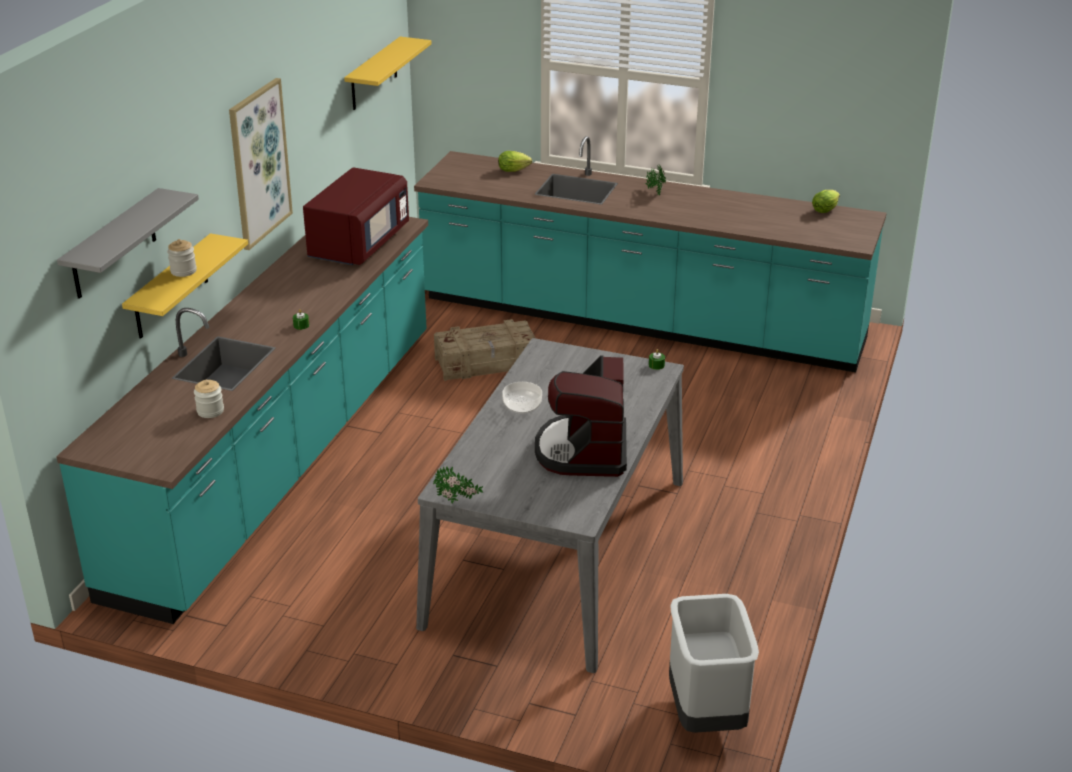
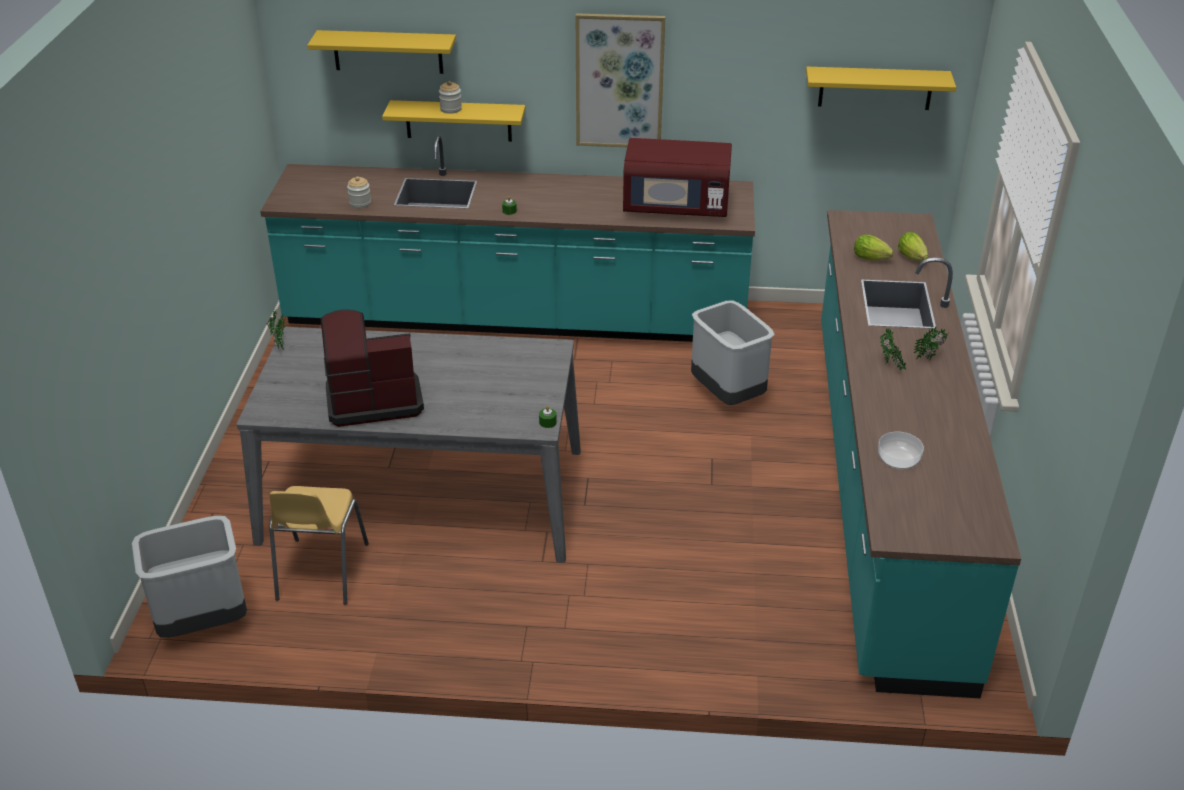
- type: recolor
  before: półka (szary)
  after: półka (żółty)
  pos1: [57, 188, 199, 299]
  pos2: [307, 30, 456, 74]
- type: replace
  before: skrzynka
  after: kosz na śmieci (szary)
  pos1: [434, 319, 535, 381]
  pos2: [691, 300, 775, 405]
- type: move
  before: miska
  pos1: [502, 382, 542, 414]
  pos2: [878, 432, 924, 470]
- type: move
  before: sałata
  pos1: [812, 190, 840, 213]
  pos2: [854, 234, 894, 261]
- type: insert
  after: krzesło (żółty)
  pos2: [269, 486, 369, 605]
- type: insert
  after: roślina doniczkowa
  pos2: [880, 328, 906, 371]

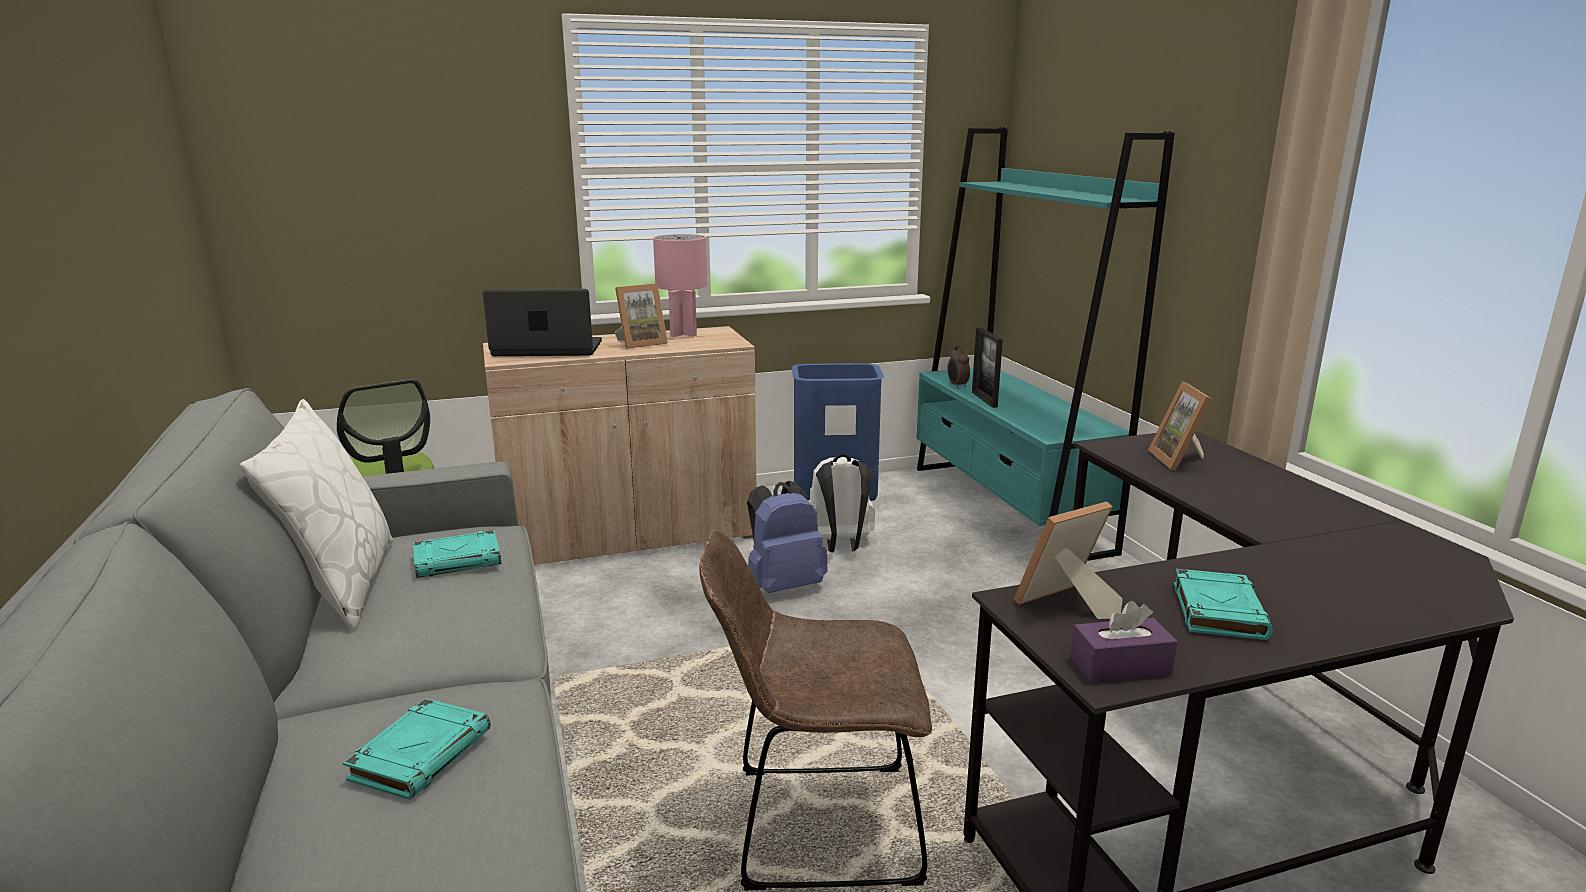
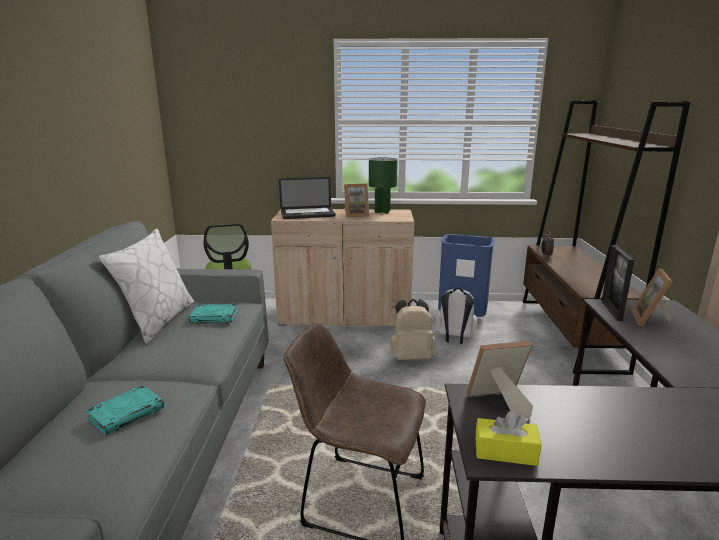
- type: rotate
  before: laptop
  pos1: [483, 289, 602, 356]
  pos2: [279, 177, 336, 219]
  turn: 150
- type: recolor
  before: lampa stołowa (różowy)
  after: lampa stołowa (zielony)
  pos1: [653, 234, 707, 337]
  pos2: [369, 158, 398, 214]
- type: recolor
  before: plecak (niebieski)
  after: plecak (beżowy)
  pos1: [747, 481, 828, 593]
  pos2: [391, 299, 436, 360]
- type: recolor
  before: regał (turkusowy)
  after: regał (brązowy)
  pos1: [917, 128, 1175, 561]
  pos2: [523, 100, 690, 375]
- type: move
  before: ramka na zdjęcie
  pos1: [972, 328, 1003, 408]
  pos2: [601, 245, 635, 321]
- type: recolor
  before: pudełko chusteczek (fioletowy)
  after: pudełko chusteczek (żółty)
  pos1: [1070, 601, 1178, 682]
  pos2: [476, 411, 542, 466]
- type: delete
  before: książka (turkusowy)
  pos1: [1174, 569, 1273, 640]

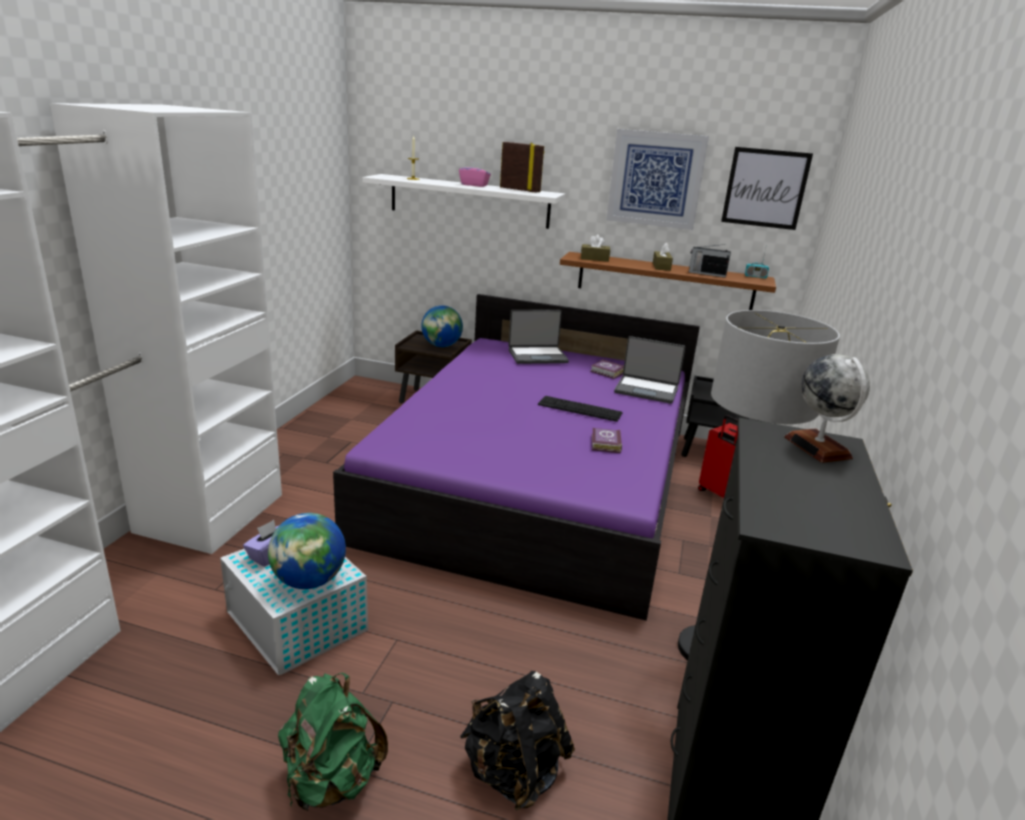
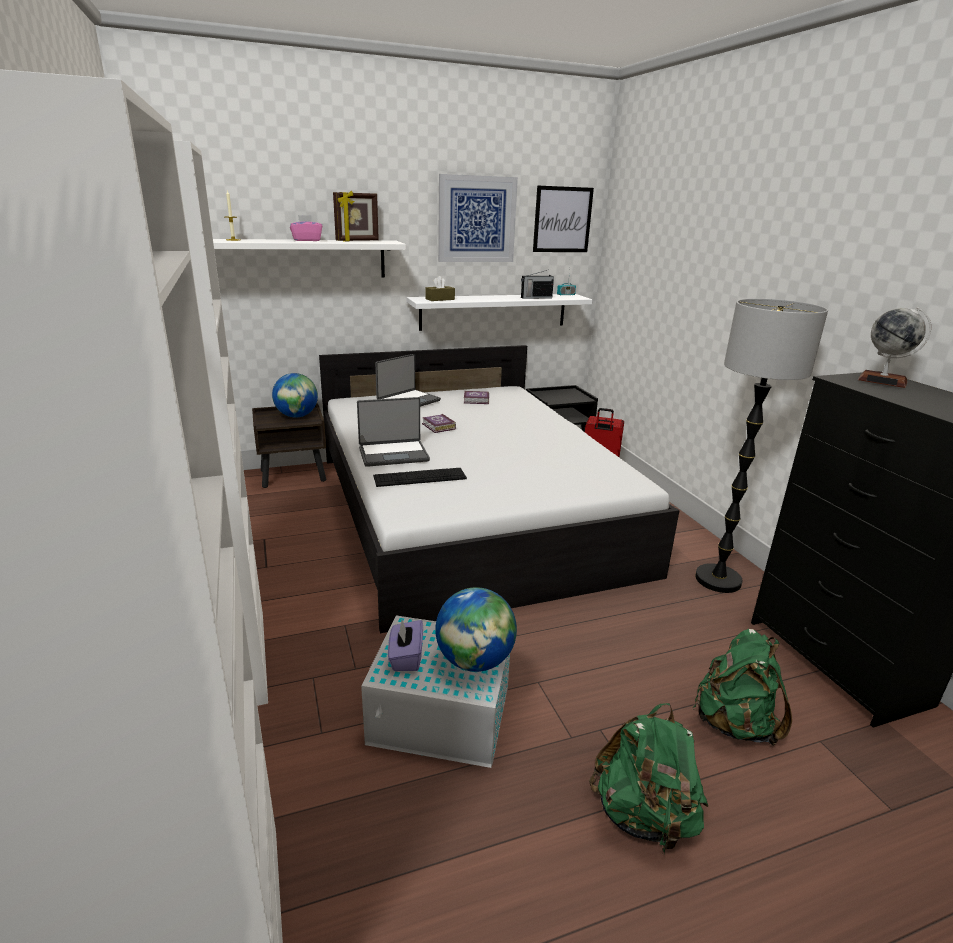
- type: recolor
  before: łóżko (fioletowy)
  after: łóżko (biały)
  pos1: [333, 294, 700, 621]
  pos2: [319, 345, 680, 633]
- type: recolor
  before: plecak (czarny)
  after: plecak (zielony)
  pos1: [460, 671, 575, 810]
  pos2: [694, 629, 792, 745]
- type: rotate
  before: ramka na zdjęcie
  pos1: [500, 142, 544, 193]
  pos2: [333, 191, 379, 241]
  turn: 150
- type: move
  before: klawiatura
  pos1: [538, 396, 623, 422]
  pos2: [373, 468, 467, 487]
- type: recolor
  before: półka (brązowy)
  after: półka (biały)
  pos1: [560, 252, 776, 310]
  pos2: [407, 294, 593, 331]
- type: move
  before: książka
  pos1: [592, 428, 622, 453]
  pos2: [422, 414, 456, 433]
- type: move
  before: laptop
  pos1: [614, 336, 685, 404]
  pos2: [357, 397, 430, 467]
- type: delete
  before: pudełko chusteczek (brązowy)
  pos1: [653, 242, 673, 271]

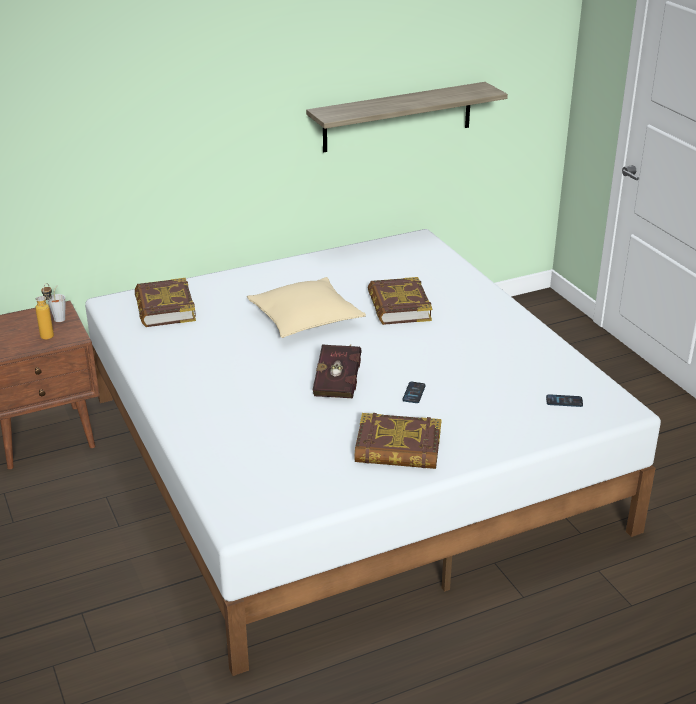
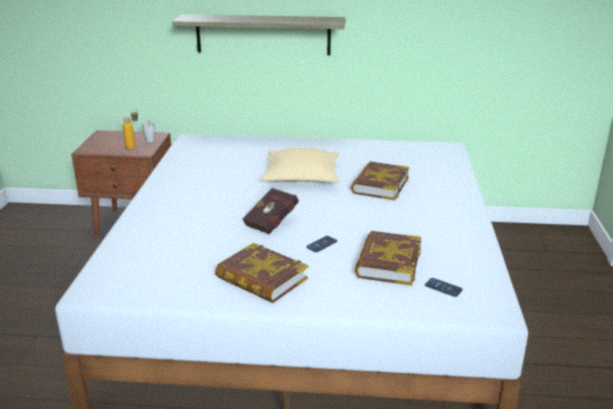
- type: move
  before: książka
  pos1: [135, 278, 196, 327]
  pos2: [355, 231, 421, 286]
- type: move
  before: półka
  pos1: [306, 82, 508, 152]
  pos2: [172, 14, 345, 55]

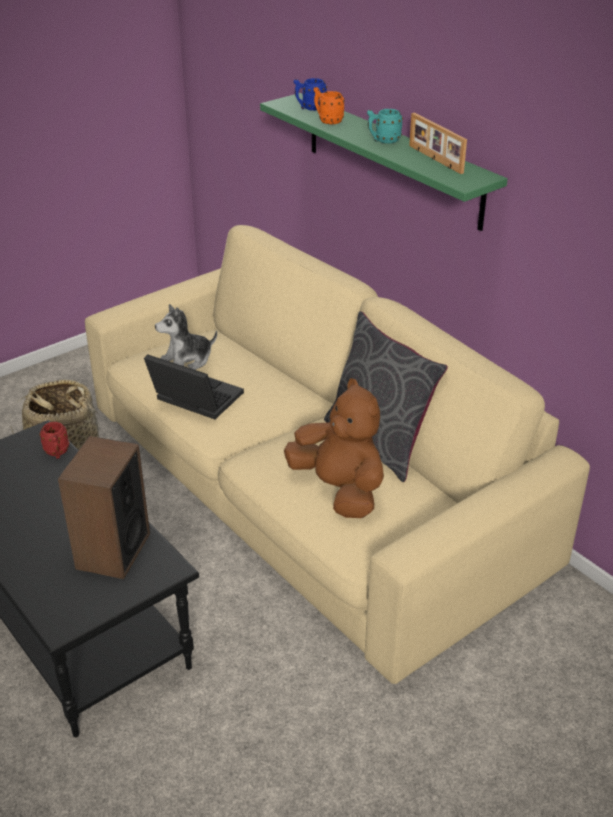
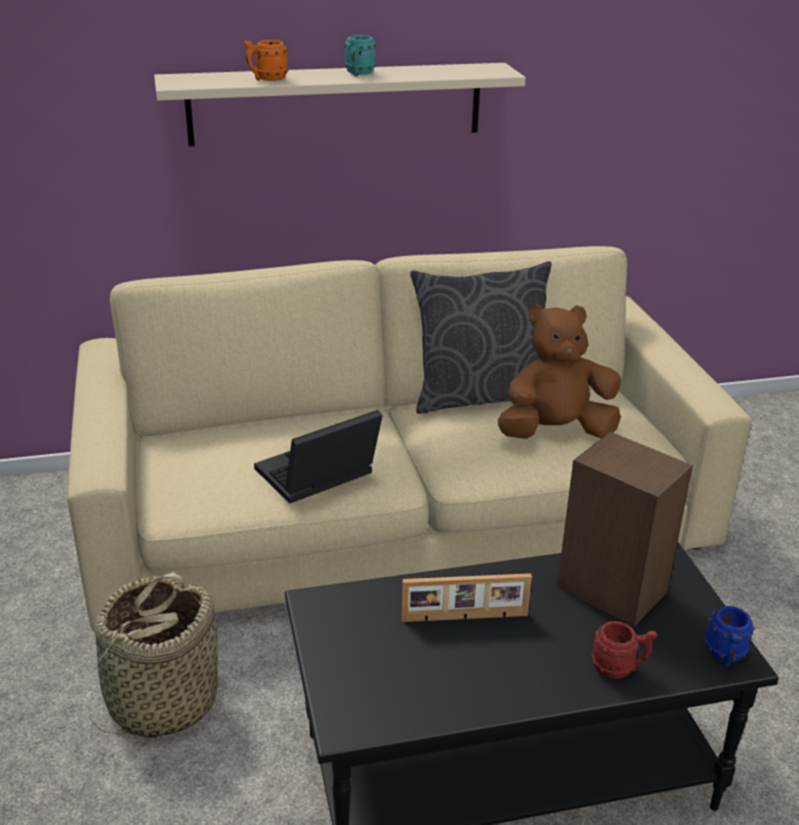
- type: move
  before: kubek (czerwony)
  pos1: [39, 422, 70, 459]
  pos2: [592, 621, 657, 679]
- type: delete
  before: pluszak
  pos1: [155, 304, 217, 370]
- type: recolor
  before: półka (zielony)
  after: półka (beżowy)
  pos1: [260, 93, 508, 231]
  pos2: [154, 63, 526, 146]
- type: move
  before: kubek (niebieski)
  pos1: [294, 78, 327, 111]
  pos2: [705, 606, 755, 667]
- type: move
  before: ramka na zdjęcie
  pos1: [409, 113, 467, 174]
  pos2: [402, 573, 532, 623]

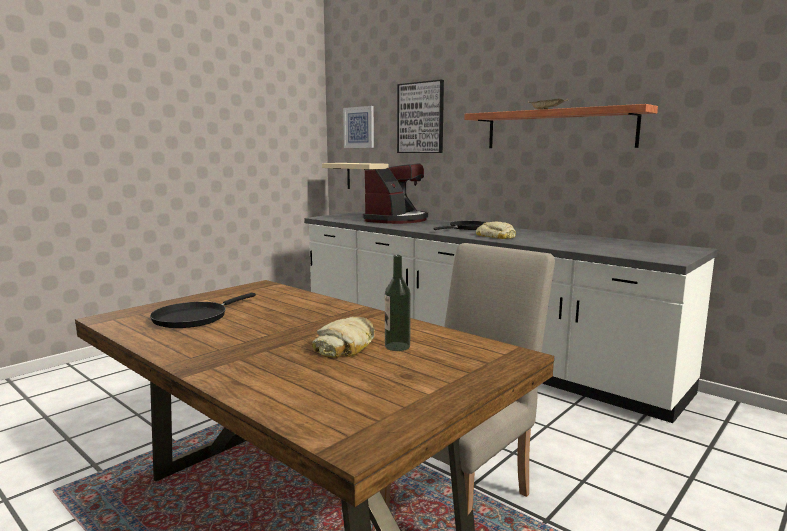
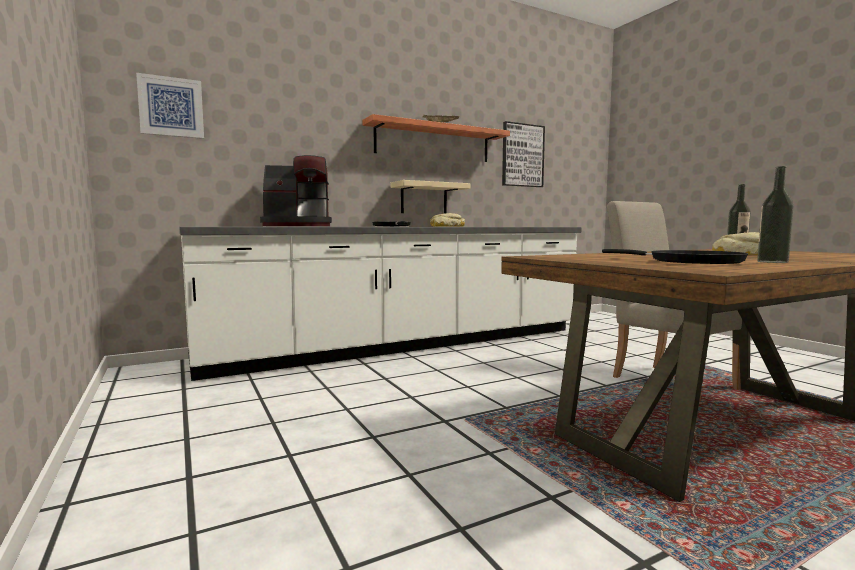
- type: move
  before: półka (beżowy)
  pos1: [322, 163, 388, 189]
  pos2: [391, 180, 470, 214]
- type: rotate
  before: ekspres do kawy
  pos1: [363, 164, 428, 224]
  pos2: [260, 155, 332, 226]
  turn: 120
- type: move
  before: obraz
  pos1: [397, 80, 444, 153]
  pos2: [502, 121, 545, 187]
- type: insert
  after: butelka
  pos2: [757, 166, 794, 263]

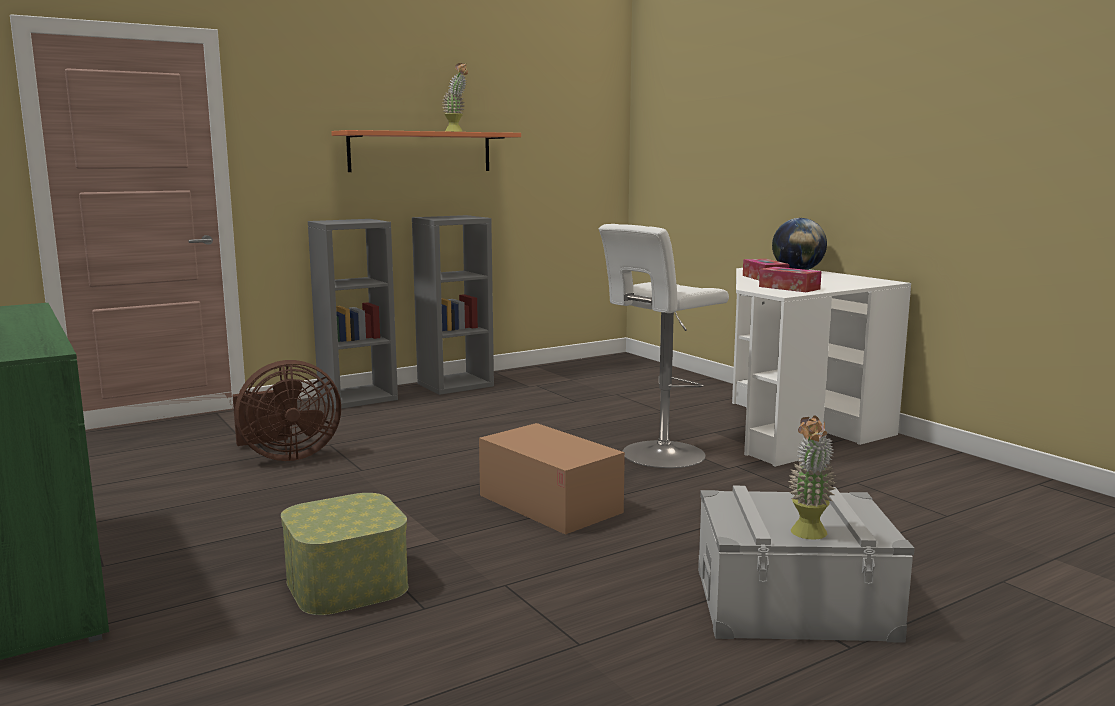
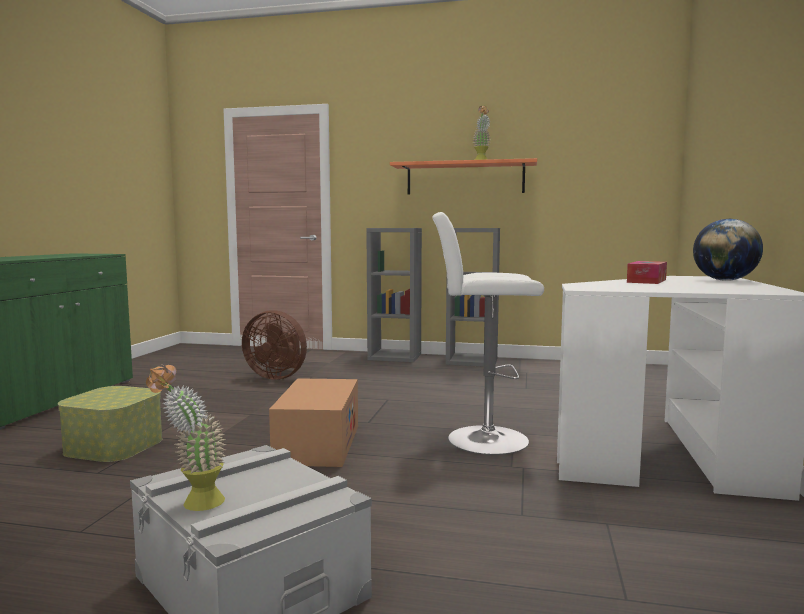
- type: delete
  before: pudełko chusteczek
  pos1: [759, 267, 822, 292]

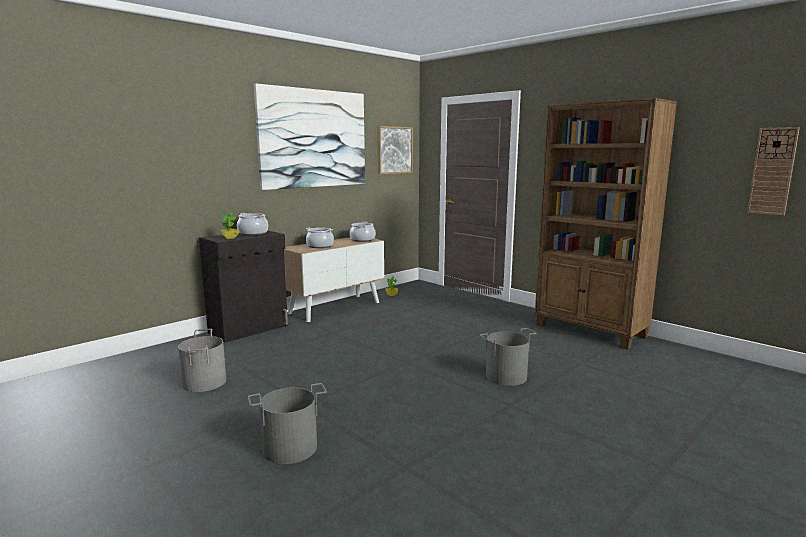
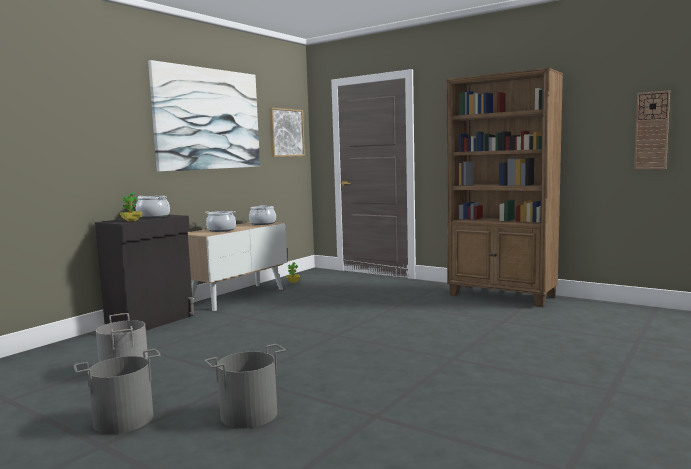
- type: move
  before: wiadro (szary)
  pos1: [480, 328, 537, 386]
  pos2: [74, 349, 161, 434]

